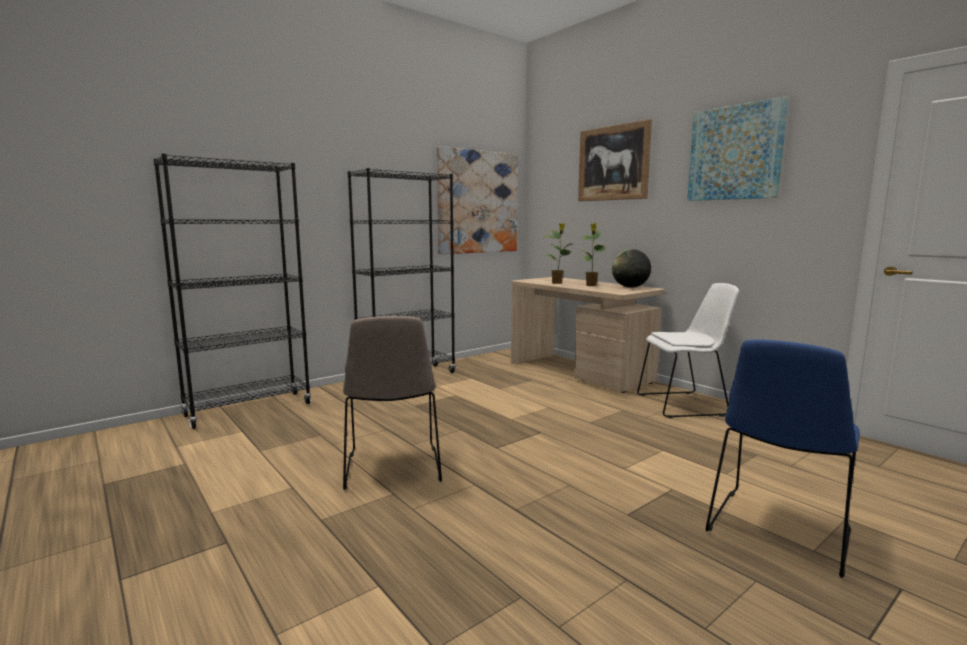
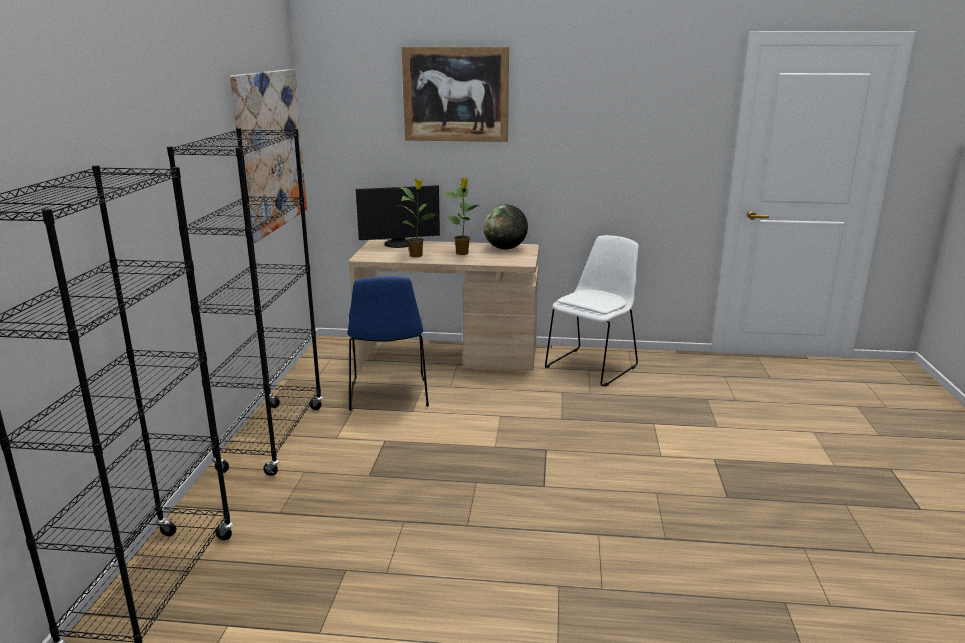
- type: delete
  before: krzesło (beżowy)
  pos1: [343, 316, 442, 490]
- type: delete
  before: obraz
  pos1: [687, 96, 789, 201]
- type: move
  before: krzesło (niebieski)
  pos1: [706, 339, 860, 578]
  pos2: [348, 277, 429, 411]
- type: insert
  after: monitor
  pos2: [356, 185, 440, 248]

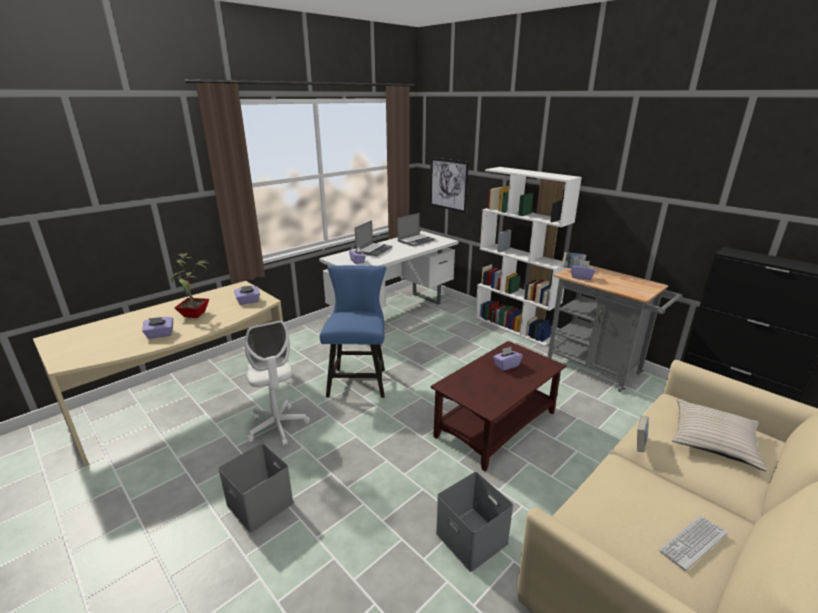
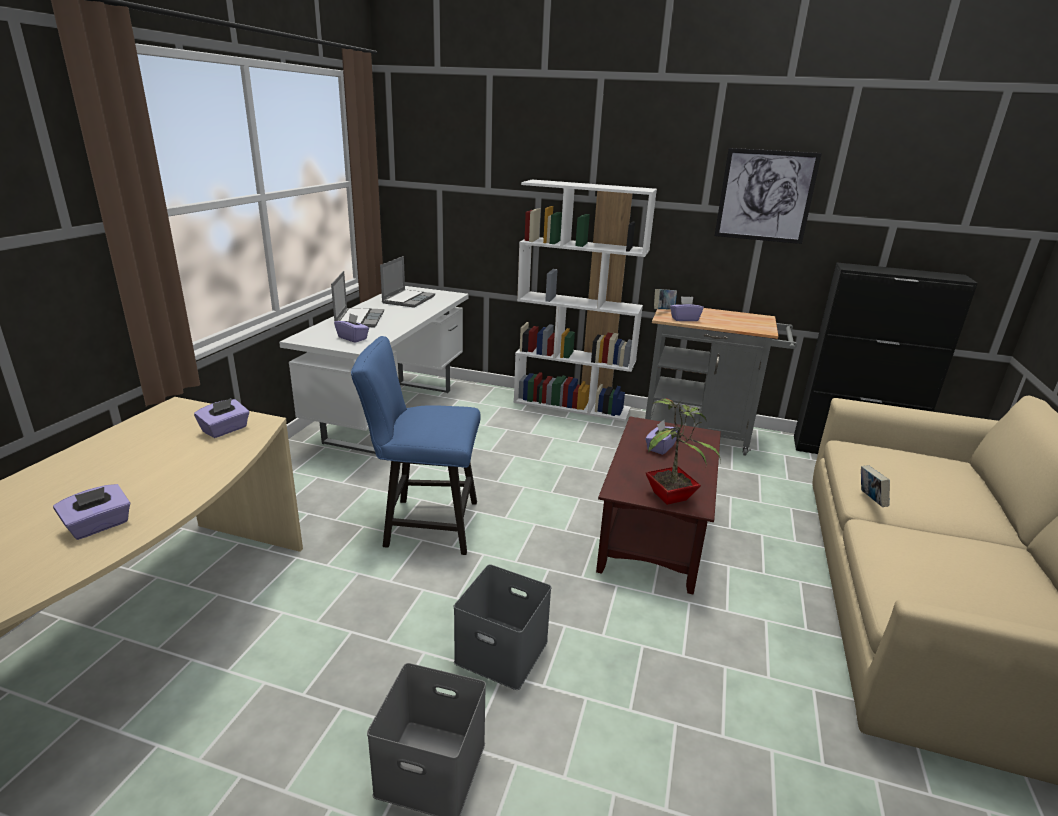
- type: move
  before: roślina doniczkowa
  pos1: [171, 253, 211, 318]
  pos2: [646, 398, 721, 505]
- type: delete
  before: krzesło biurowe (biały)
  pos1: [245, 320, 310, 446]
- type: rotate
  before: krzesło (niebieski)
  pos1: [320, 265, 386, 398]
  pos2: [351, 336, 481, 555]
  turn: -60
- type: move
  before: obraz
  pos1: [430, 157, 469, 213]
  pos2: [715, 148, 822, 244]
- type: move
  before: pojemnik do przechowywania (szary)
  pos1: [436, 472, 513, 572]
  pos2: [454, 564, 551, 690]
- type: delete
  before: klawiatura
  pos1: [658, 516, 728, 571]
- type: delete
  before: poduszka (beżowy)
  pos1: [672, 399, 767, 471]

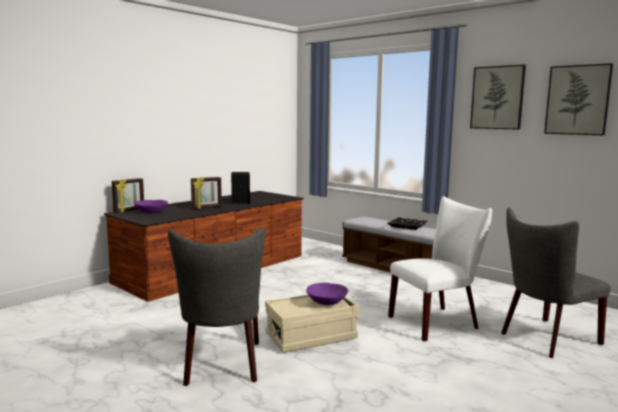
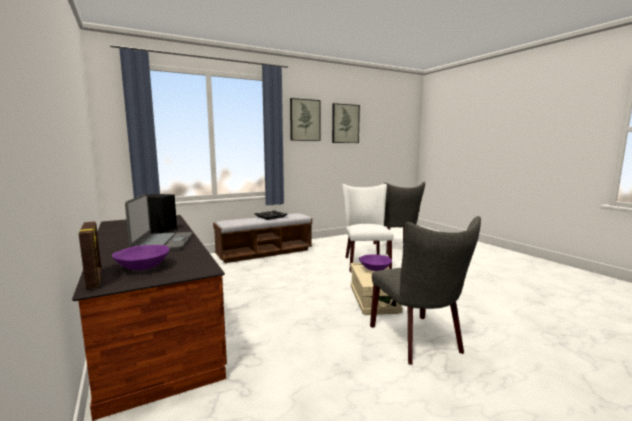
- type: rotate
  before: krzesło (szary)
  pos1: [168, 227, 266, 386]
  pos2: [370, 216, 481, 365]
  turn: 60
- type: replace
  before: ramka na zdjęcie
  after: laptop
  pos1: [191, 177, 222, 209]
  pos2: [125, 193, 193, 251]

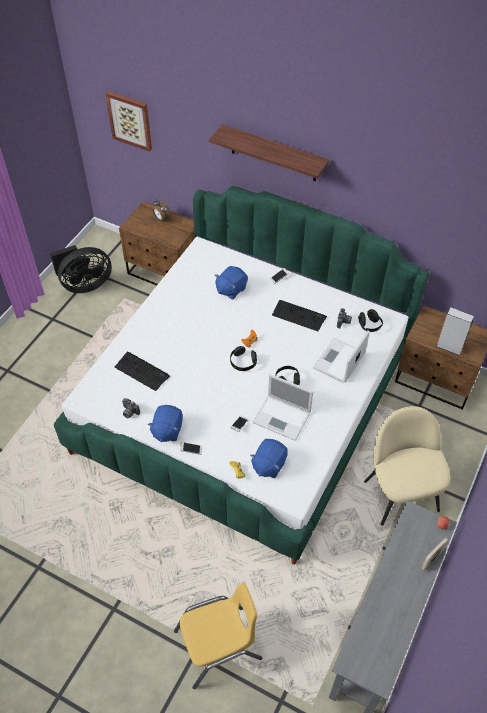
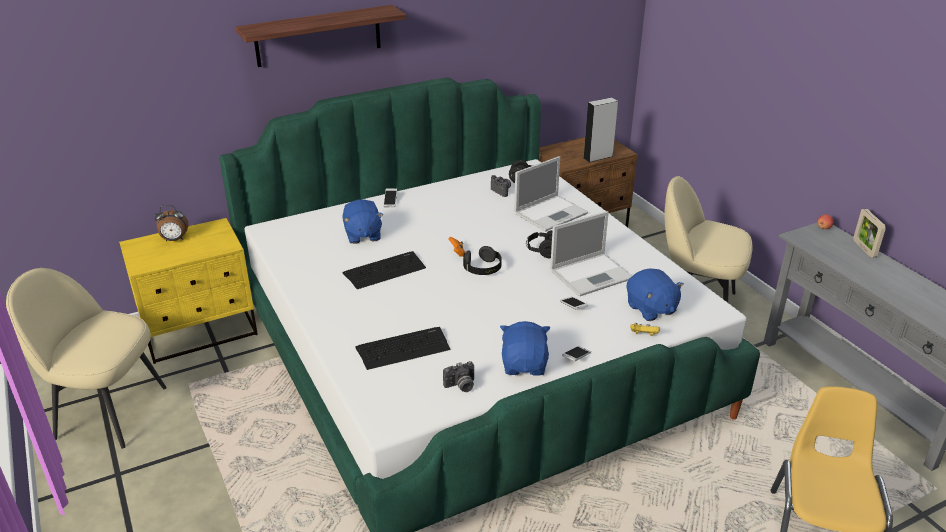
- type: replace
  before: wentylator (czarny)
  after: krzesło (beżowy)
  pos1: [50, 245, 112, 293]
  pos2: [6, 268, 167, 449]
- type: delete
  before: obraz
  pos1: [105, 91, 152, 152]
- type: recolor
  before: szafka nocna (brązowy)
  after: szafka nocna (żółty)
  pos1: [119, 201, 195, 286]
  pos2: [119, 218, 258, 364]
- type: rotate
  before: pluszak (niebieski)
  pos1: [147, 405, 183, 442]
  pos2: [500, 321, 550, 376]
  turn: -135
- type: move
  before: klawiatura
  pos1: [272, 300, 327, 331]
  pos2: [343, 251, 426, 289]
- type: rotate
  before: laptop
  pos1: [313, 331, 370, 383]
  pos2: [514, 156, 588, 232]
  turn: -105

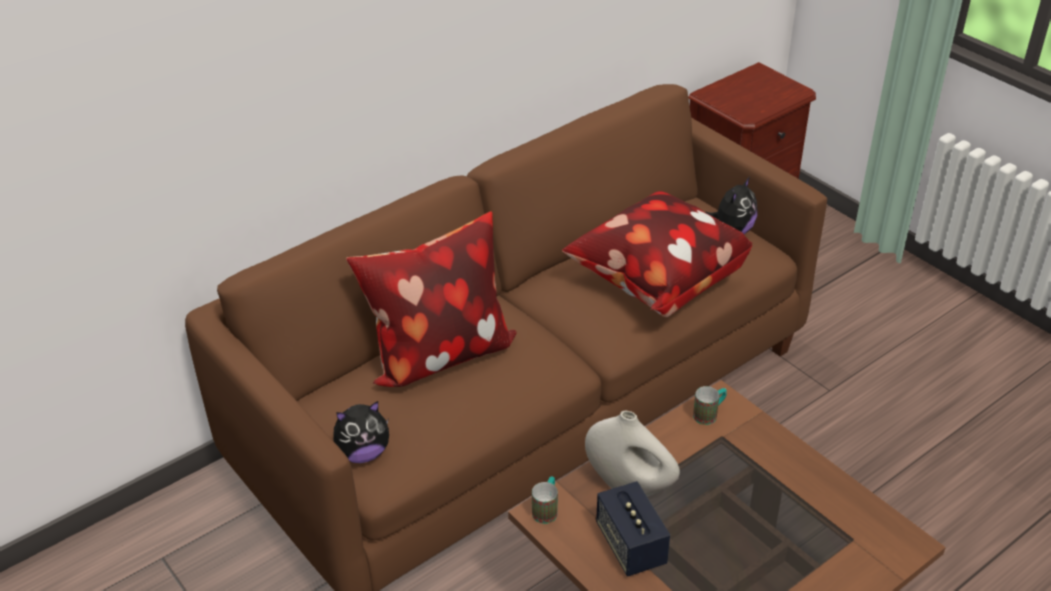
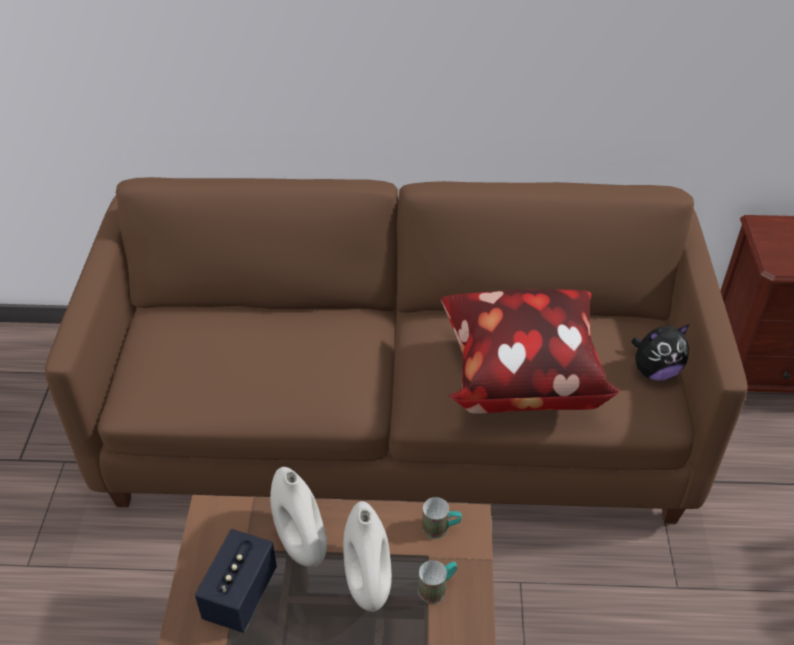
- type: delete
  before: pluszak
  pos1: [333, 401, 389, 463]
- type: delete
  before: poduszka
  pos1: [346, 212, 516, 387]
- type: move
  before: kubek
  pos1: [532, 476, 558, 524]
  pos2: [418, 560, 457, 604]
- type: insert
  after: wazon (biały)
  pos2: [343, 501, 392, 612]

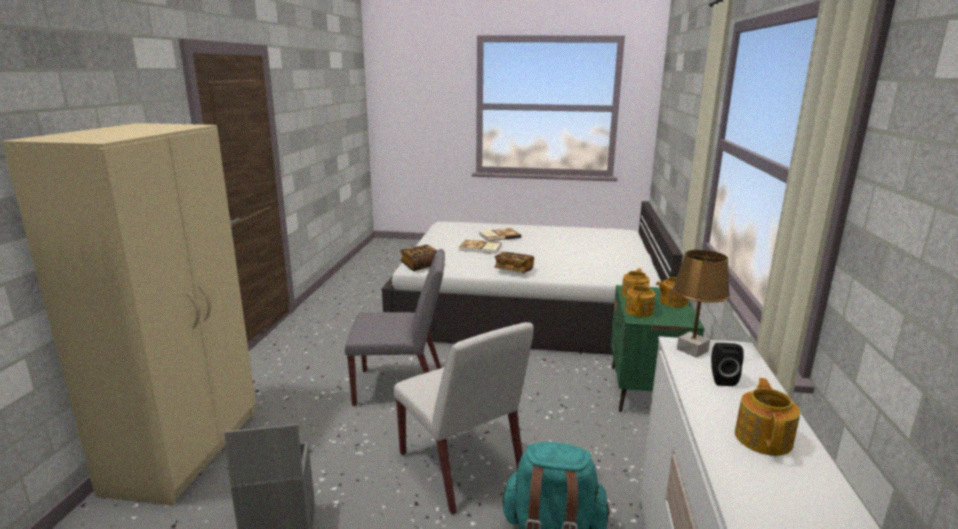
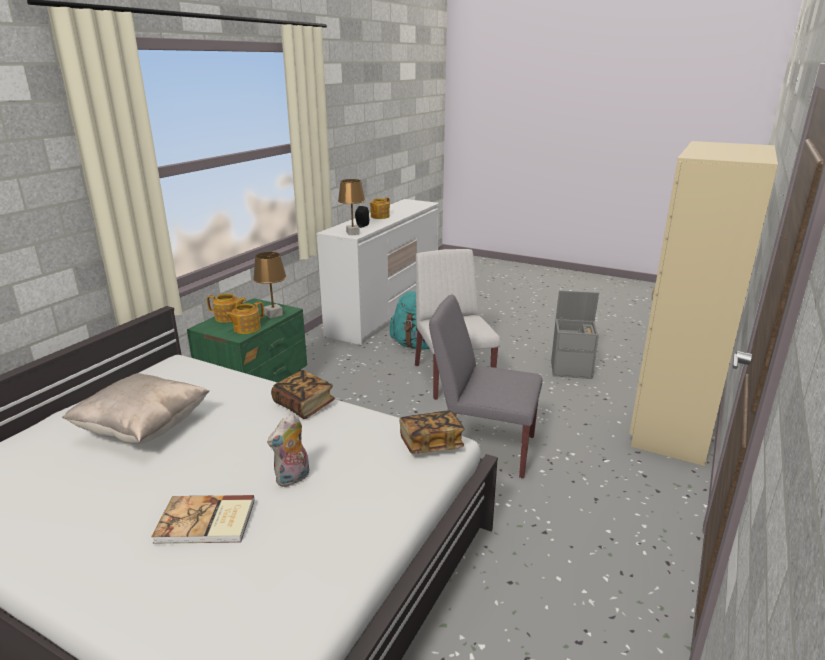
- type: replace
  before: książka
  after: pluszak
  pos1: [459, 240, 501, 254]
  pos2: [267, 413, 310, 487]
- type: replace
  before: imbryk
  after: lampa stołowa (brązowy)
  pos1: [625, 283, 655, 317]
  pos2: [253, 252, 287, 318]
- type: insert
  after: poduszka (beżowy)
  pos2: [62, 373, 209, 444]

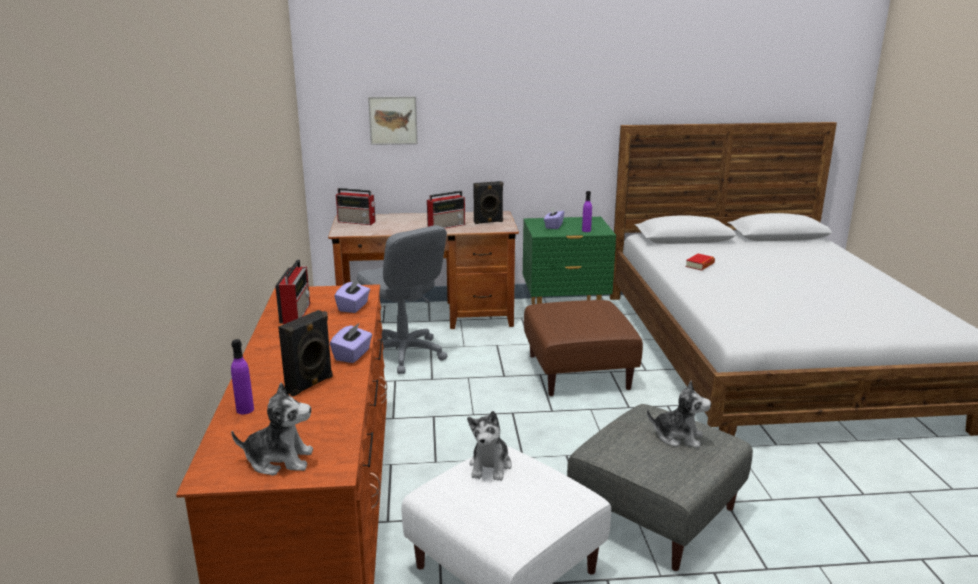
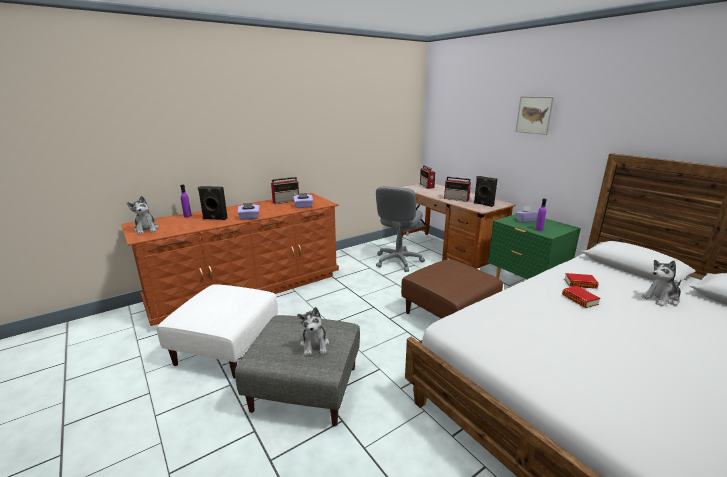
- type: move
  before: obraz
  pos1: [368, 96, 418, 145]
  pos2: [516, 96, 554, 135]
- type: move
  before: pluszak
  pos1: [467, 411, 512, 481]
  pos2: [641, 260, 681, 306]
- type: insert
  after: książka
  pos2: [562, 286, 600, 308]

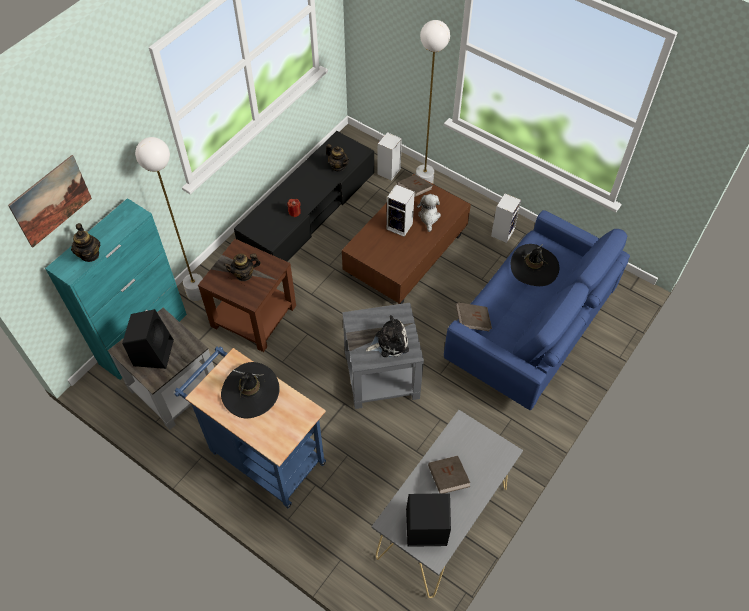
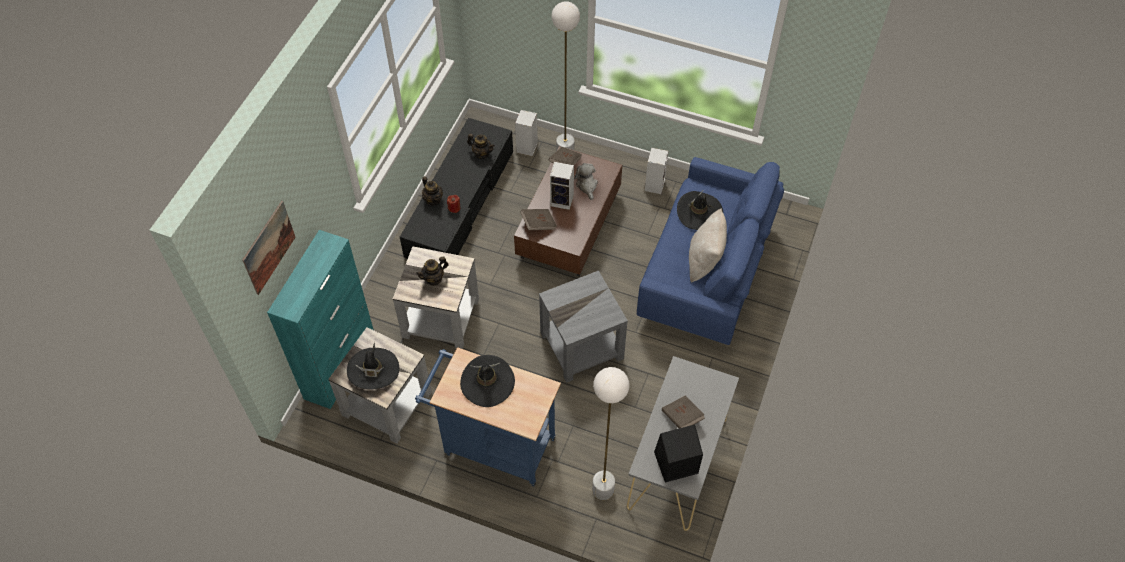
- type: move
  before: imbryk
  pos1: [71, 223, 100, 262]
  pos2: [422, 176, 443, 205]
- type: replace
  before: głośnik (czarny)
  after: kapelusz (czarny)
  pos1: [122, 309, 174, 369]
  pos2: [347, 342, 399, 389]
- type: move
  before: lampa stojąca (biały)
  pos1: [135, 137, 203, 301]
  pos2: [592, 367, 629, 500]
- type: recolor
  before: stolik (brązowy)
  after: stolik (szary)
  pos1: [198, 239, 296, 352]
  pos2: [393, 246, 479, 349]
- type: delete
  before: pluszak
  pos1: [366, 315, 409, 357]
- type: move
  before: książka (brązowy)
  pos1: [456, 302, 492, 332]
  pos2: [520, 209, 557, 230]
- type: insert
  after: poduszka (beżowy)
  pos2: [689, 209, 727, 283]

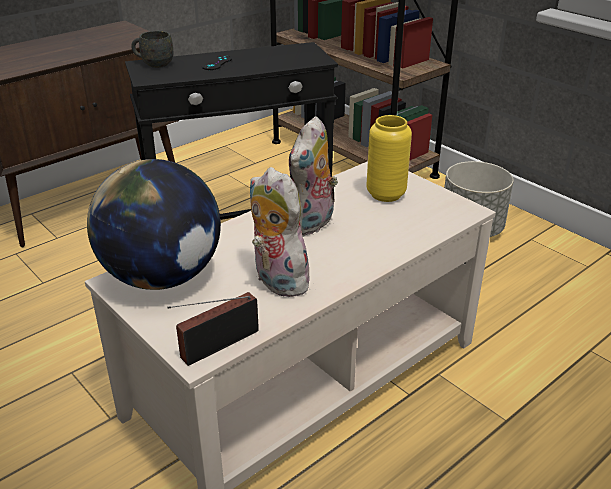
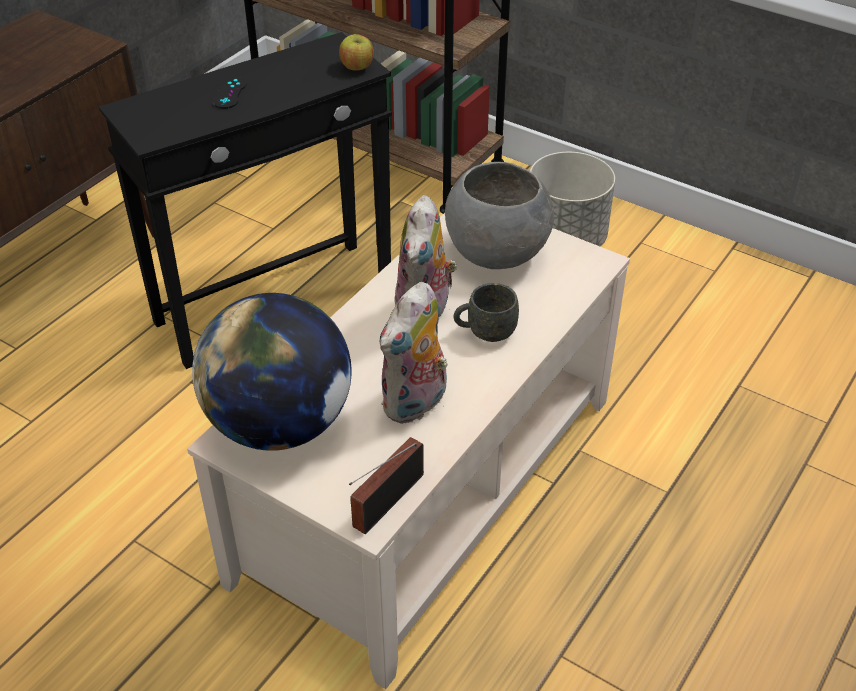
- type: move
  before: kubek (szary)
  pos1: [131, 31, 174, 68]
  pos2: [453, 283, 519, 342]
- type: rotate
  before: pluszak
  pos1: [250, 167, 314, 297]
  pos2: [380, 282, 448, 424]
  turn: -90
- type: replace
  before: wazon (żółty)
  after: miska (szary)
  pos1: [367, 115, 412, 202]
  pos2: [445, 162, 554, 269]
- type: insert
  after: jabłko
  pos2: [339, 34, 374, 70]

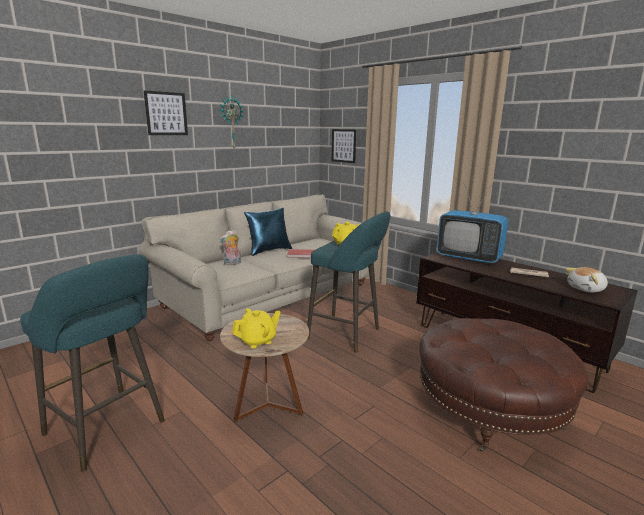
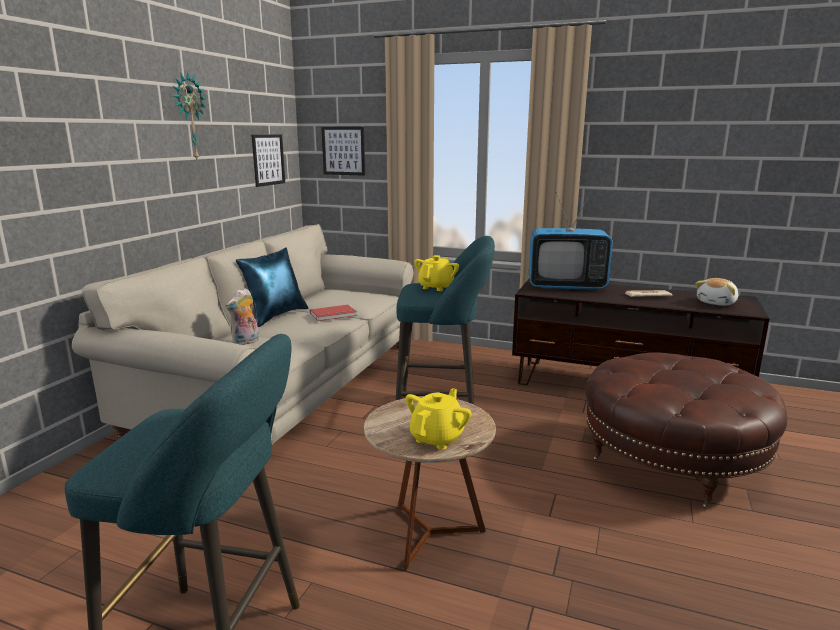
- type: move
  before: obraz
  pos1: [144, 90, 188, 135]
  pos2: [251, 135, 285, 187]

